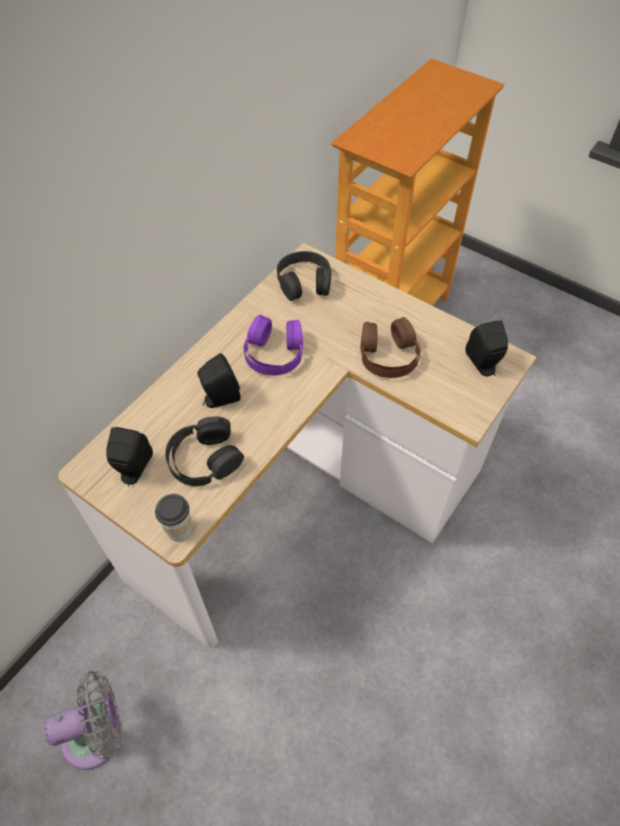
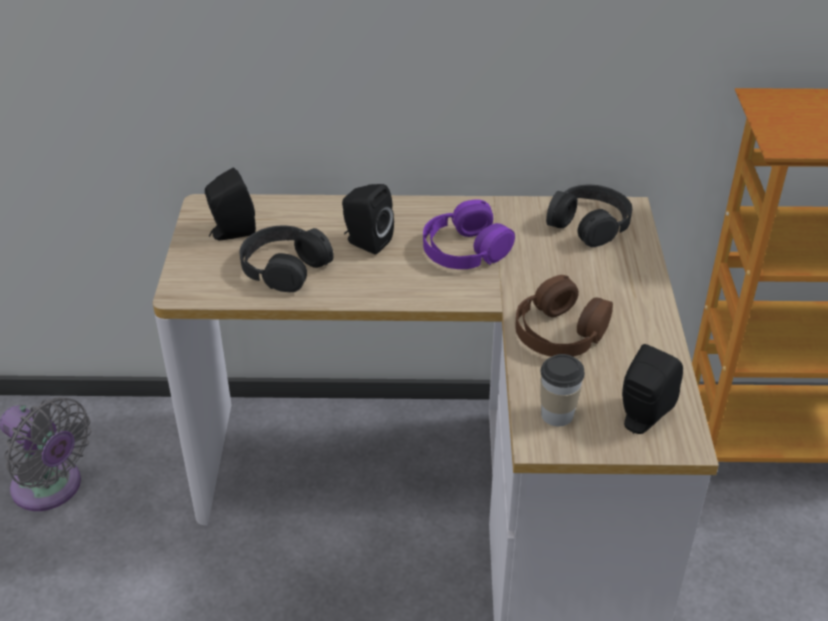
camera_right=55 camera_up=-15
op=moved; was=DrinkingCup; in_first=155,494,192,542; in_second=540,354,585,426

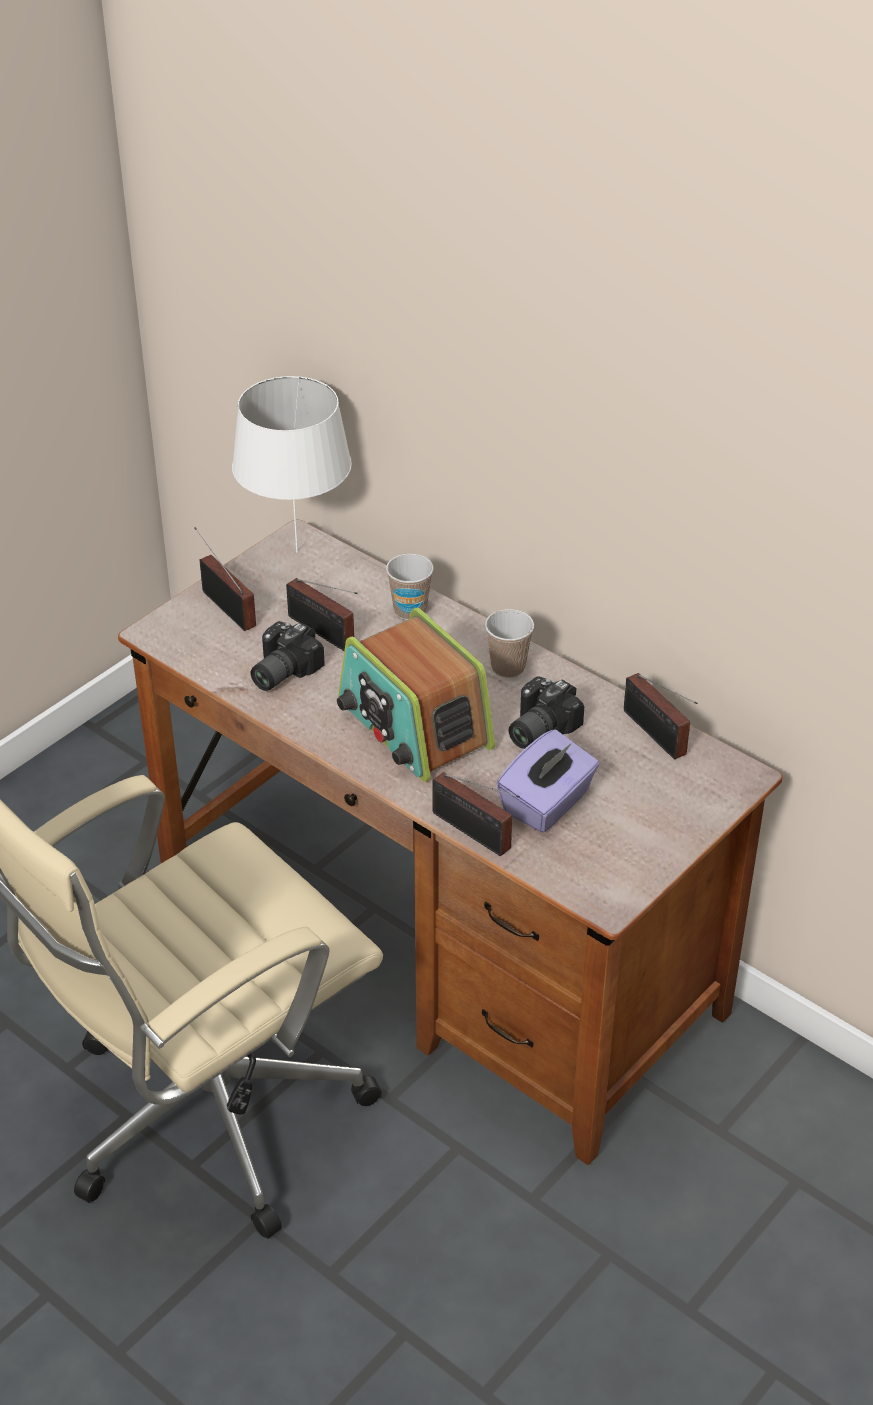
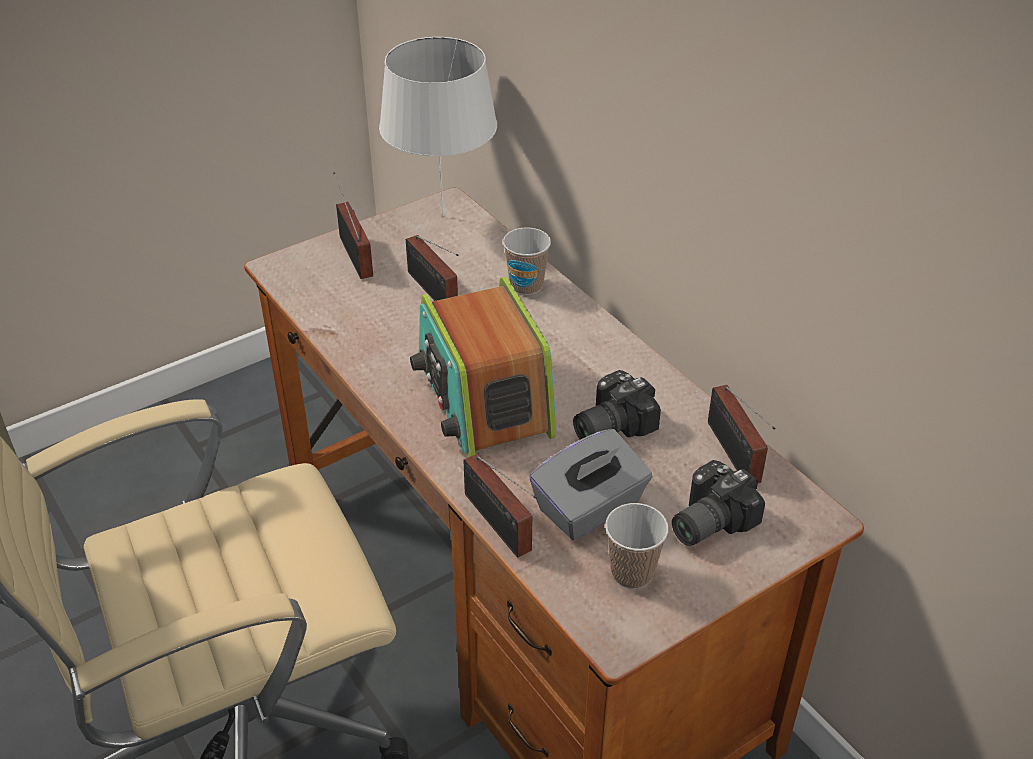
camera_right=15 camera_up=0
op=moved; was=DrinkingCup; in_first=485,609,534,678; in_second=605,503,669,589
op=moved; was=StillCamera; in_first=251,621,325,691; in_second=672,460,765,546
op=recoloured; was=PurpleColouredTissueHolder; now=GreyTissueHolder; in_first=497,729,599,833; in_second=529,429,652,540

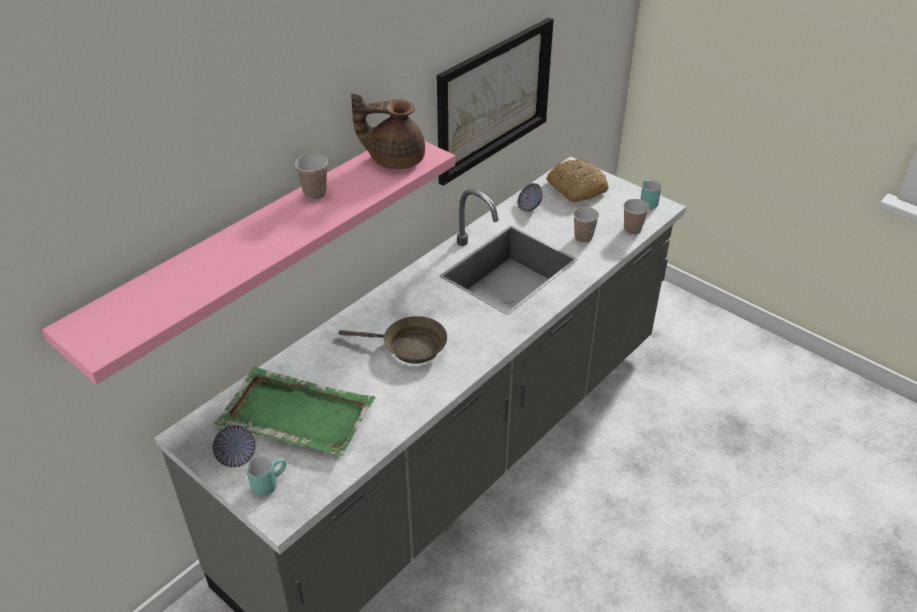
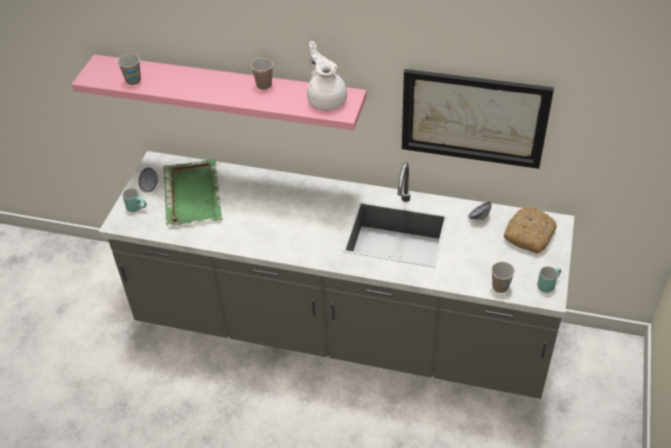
camera_right=65 camera_up=5
op=recoloured; was=BrownTeaPot; now=WhiteTeaPot; in_first=351,93,425,170; in_second=307,41,347,111
op=moved; was=DrinkingCup; in_first=573,207,599,243; in_second=118,54,141,85
op=removed; was=BrownPan; in_first=339,316,447,364

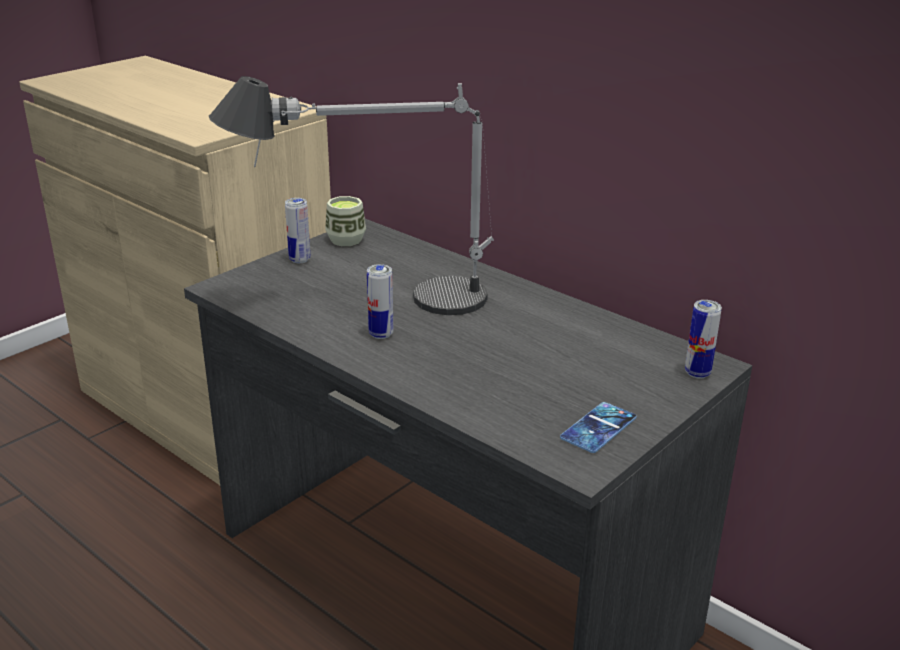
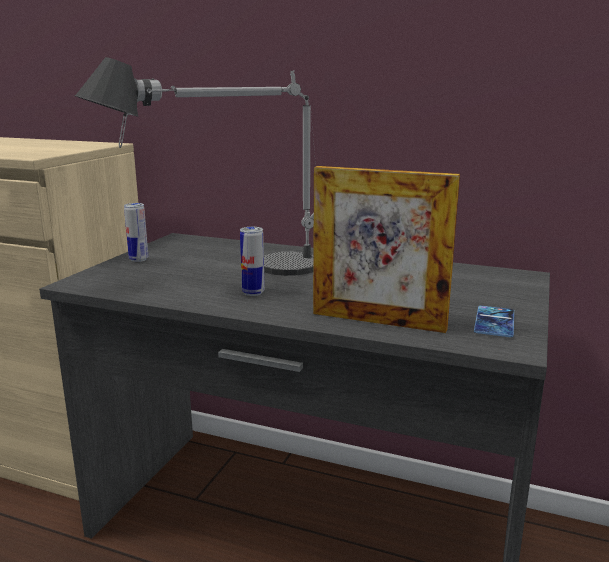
camera_right=-20 camera_up=-10
op=removed; was=DrinkingCup; in_first=325,196,366,246
op=removed; was=SealedCan; in_first=685,300,722,379
op=added; now=PictureFrame; in_second=313,166,460,333

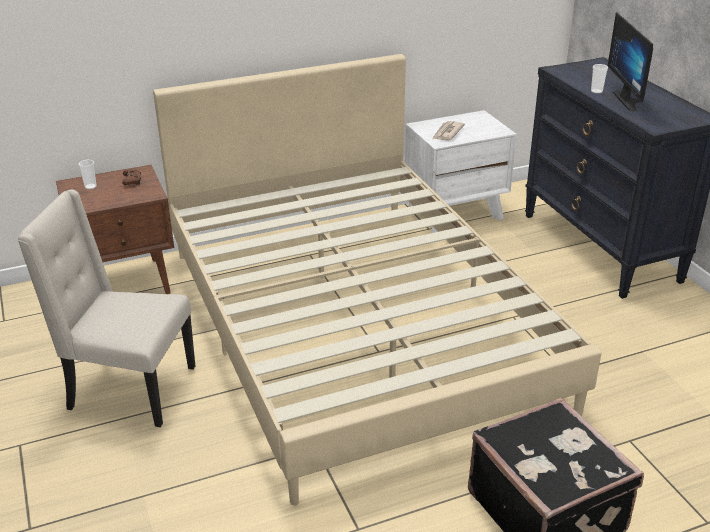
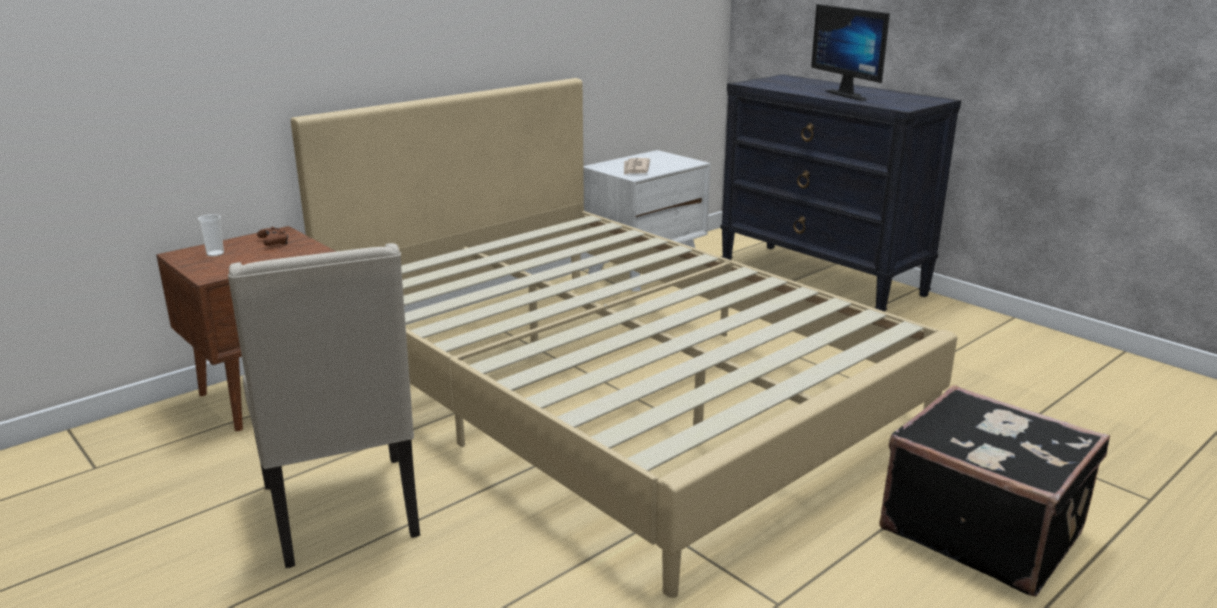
camera_right=-20 camera_up=-10
op=removed; was=DrinkingCup; in_first=591,64,608,94
op=turned; was=SandColouredPlainChair; in_first=17,190,195,427; in_second=228,243,420,568; clockwise=-105

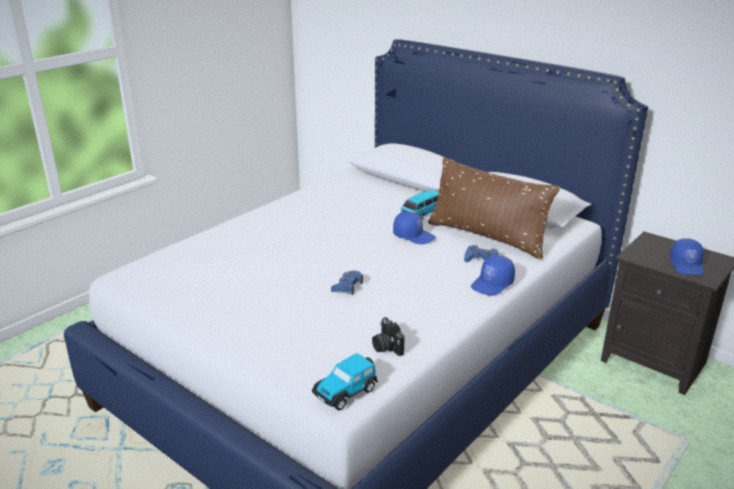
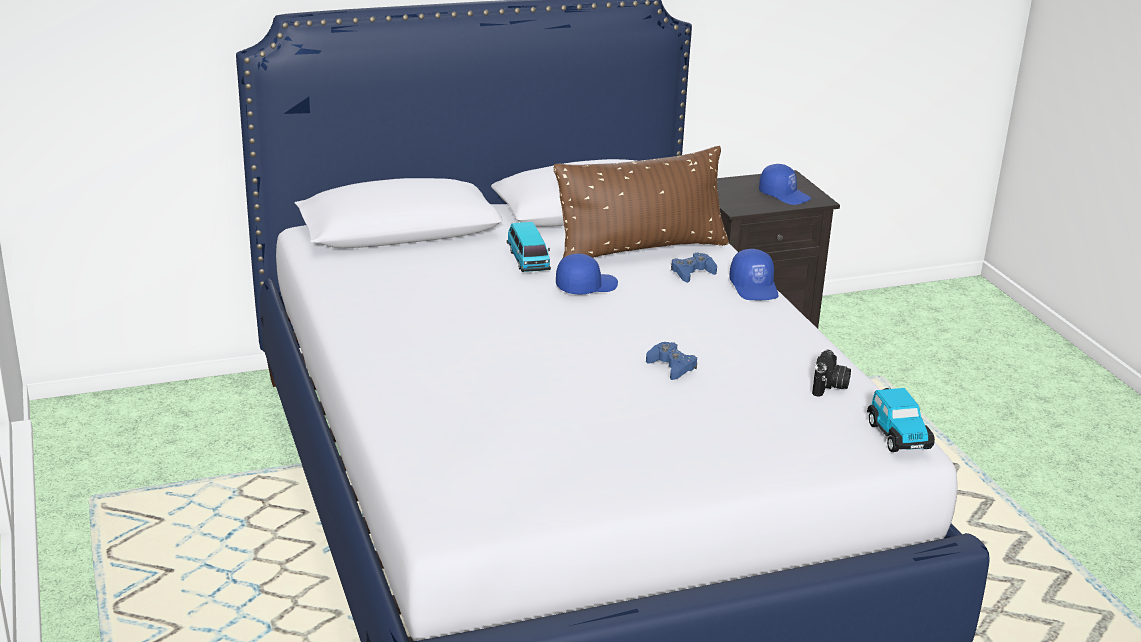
camera_right=-60 camera_up=0
op=turned; was=StillCamera; in_first=372,317,405,356; in_second=812,350,851,397; clockwise=-75

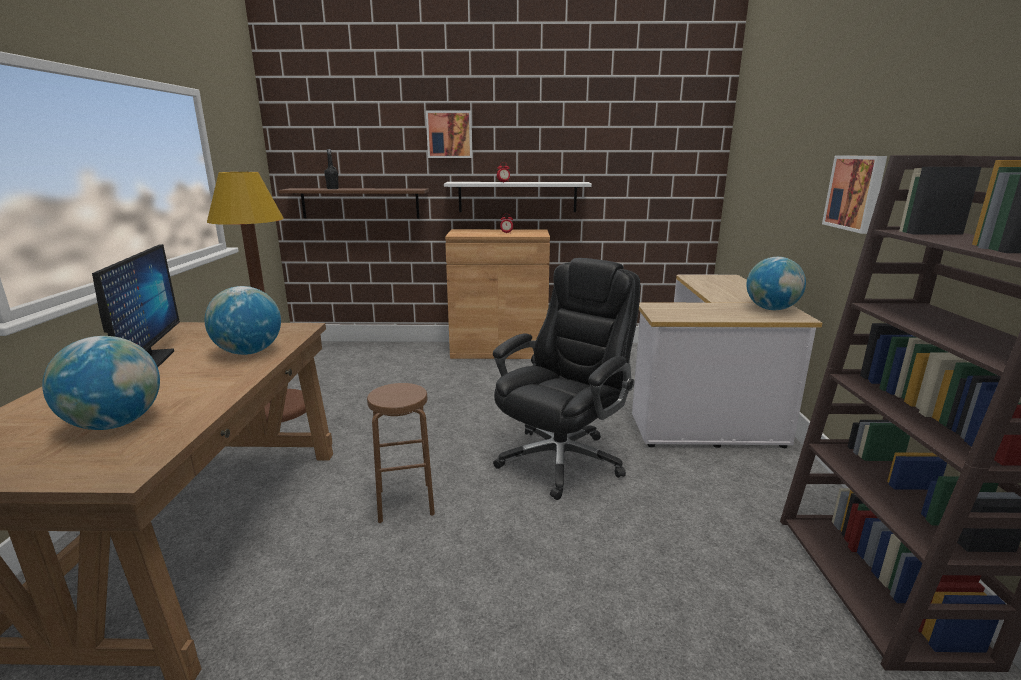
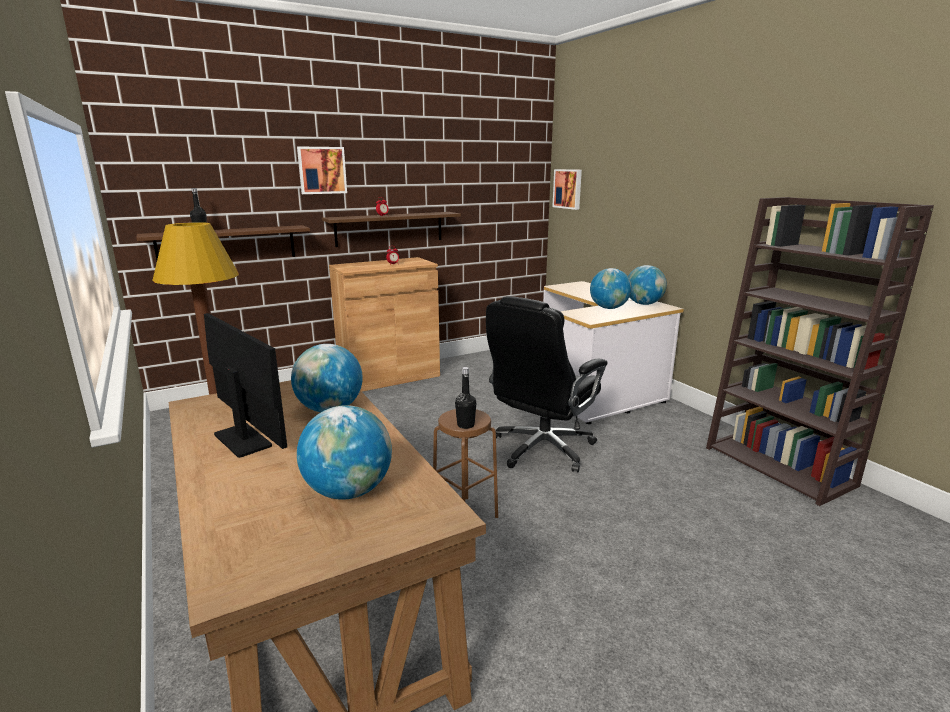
camera_right=-30 camera_up=0
op=moved; was=WallArt; in_first=822,155,887,234; in_second=553,169,582,210
op=recoloured; was=WhiteWallShelf; now=BrownWallShelf; in_first=444,182,592,212; in_second=322,212,461,247
op=turned; was=BlackColouredComputerChair; in_first=493,258,640,500; in_second=486,296,608,472; clockwise=-150
op=added; now=Globe; in_second=590,268,632,309
op=added; now=BlackColouredDrinkBottle; in_second=455,367,476,429

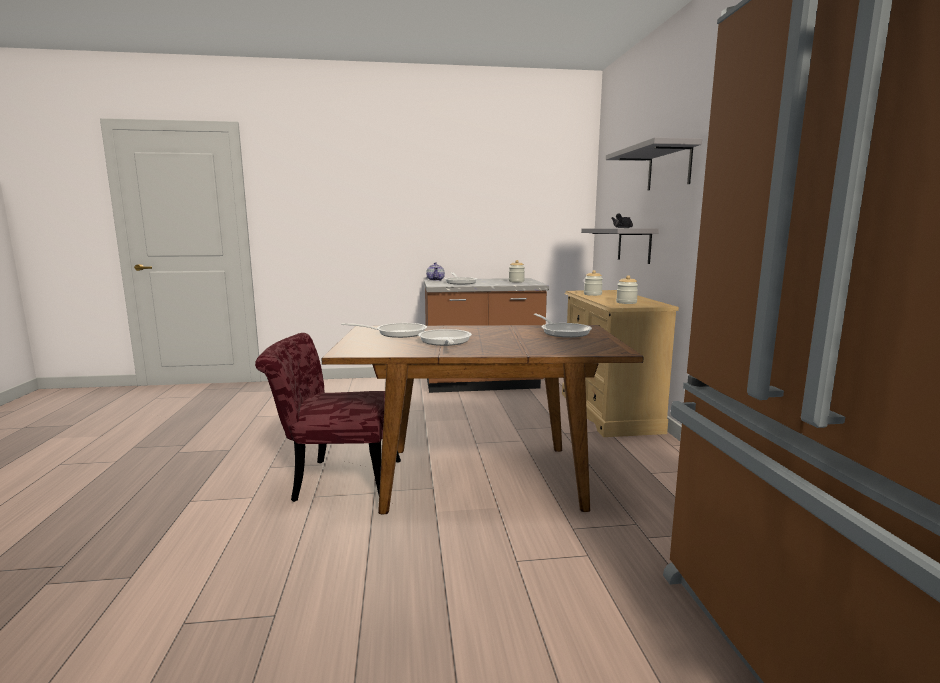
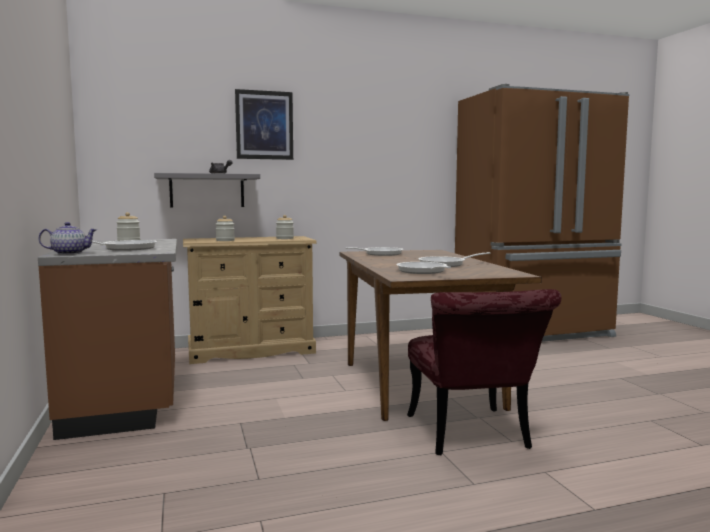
camera_right=-100 camera_up=-5
op=replaced; was=GreyWallShelf; now=WallArt; in_first=606,137,702,191; in_second=235,89,293,160

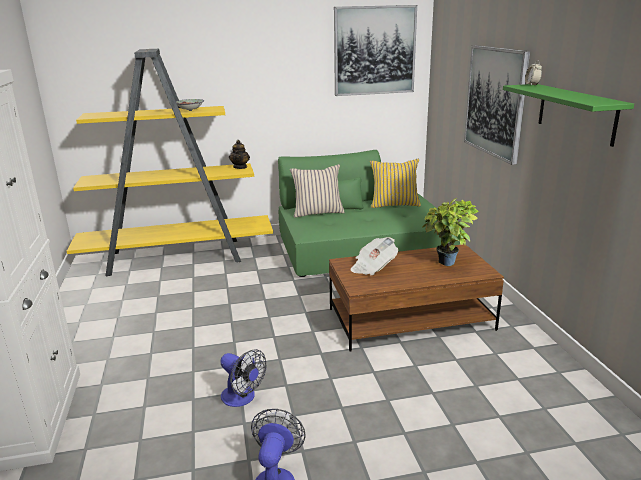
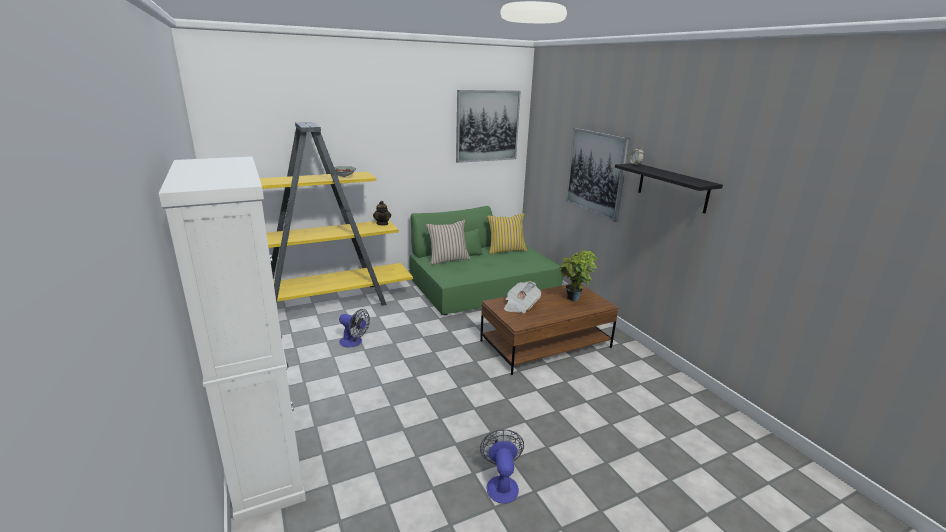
camera_right=-15 camera_up=0
op=recoloured; was=GreenishWallShelf; now=BlackColouredWallShelf; in_first=503,84,634,147; in_second=615,163,723,214
op=moved; was=CoolingFan; in_first=220,349,266,407; in_second=339,309,370,348

